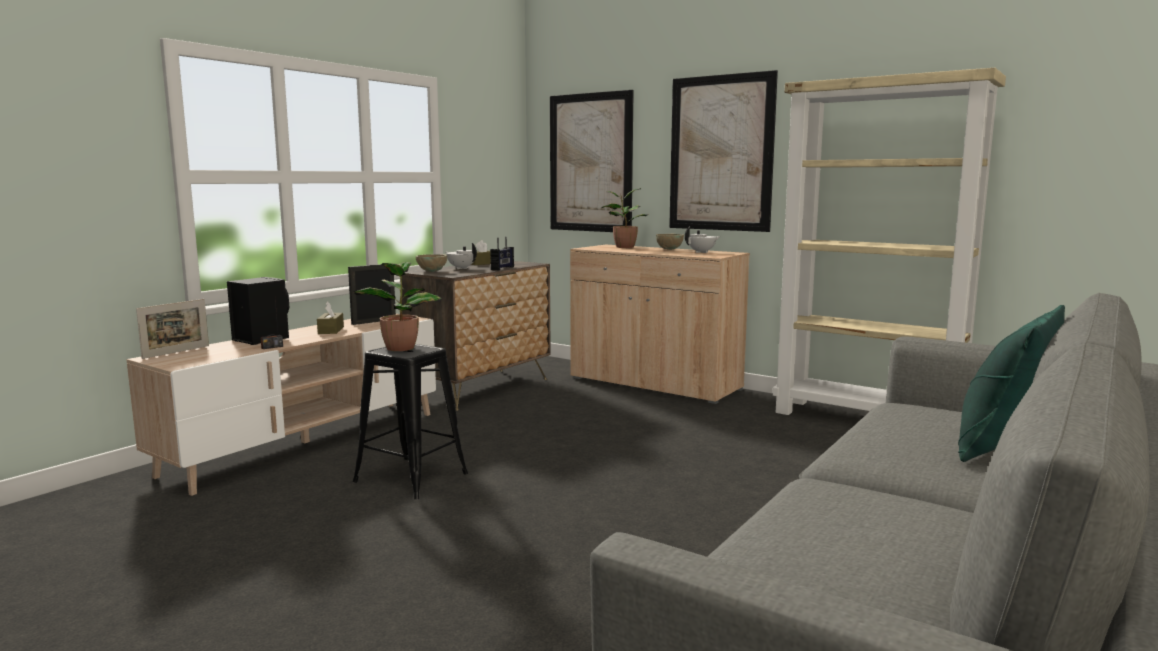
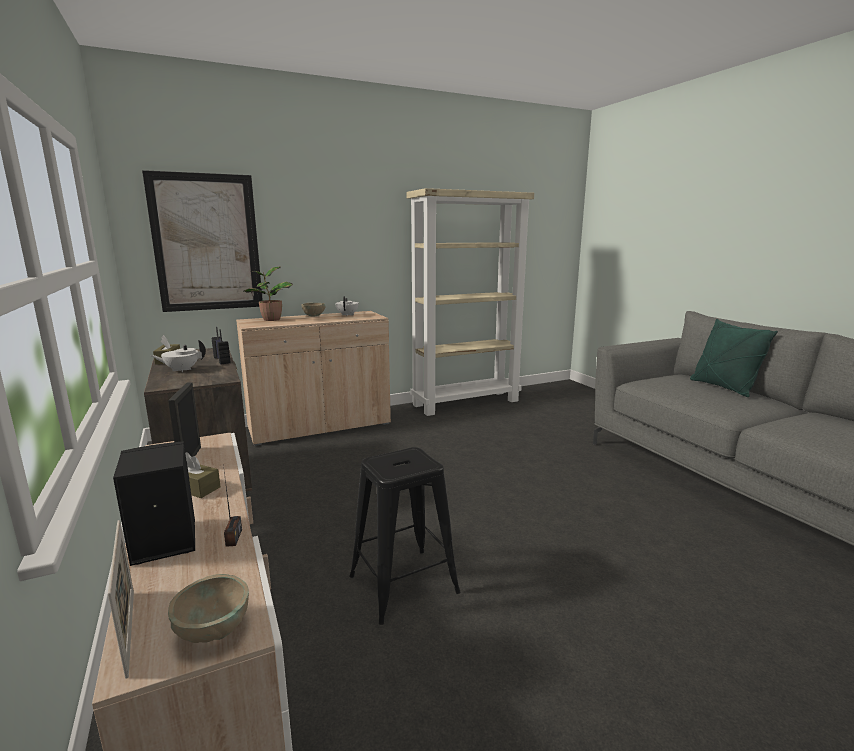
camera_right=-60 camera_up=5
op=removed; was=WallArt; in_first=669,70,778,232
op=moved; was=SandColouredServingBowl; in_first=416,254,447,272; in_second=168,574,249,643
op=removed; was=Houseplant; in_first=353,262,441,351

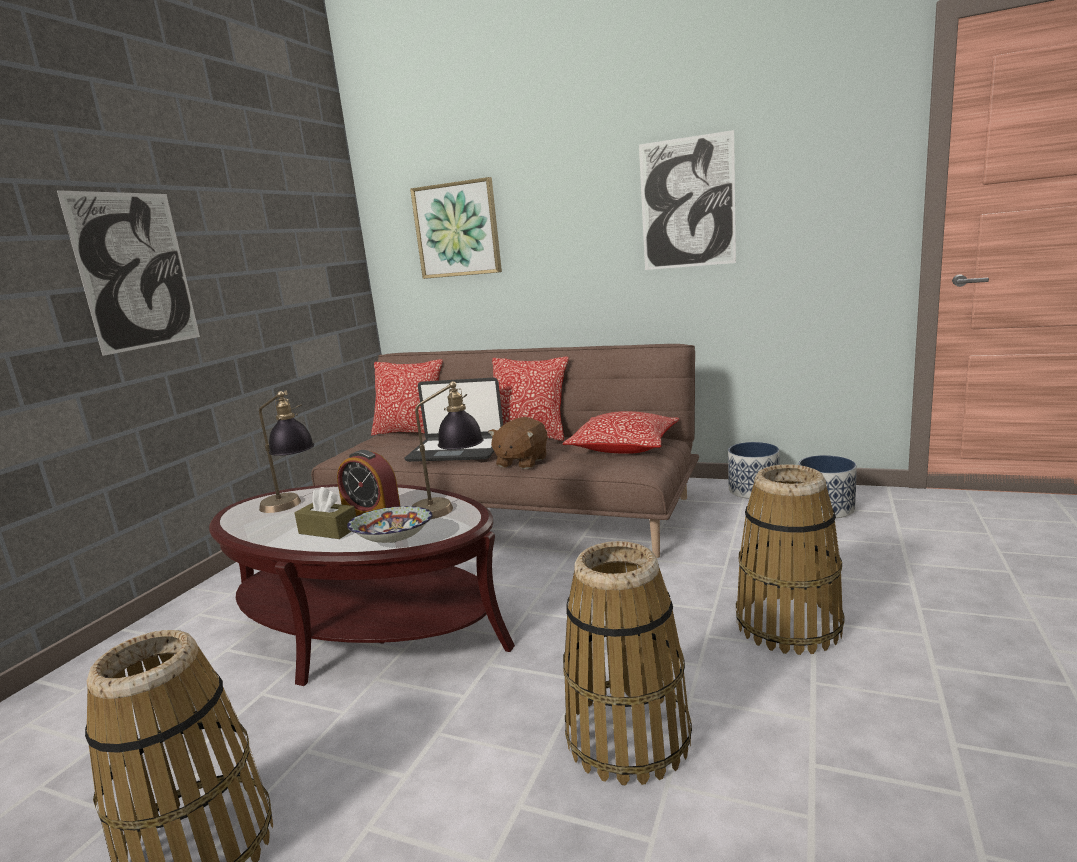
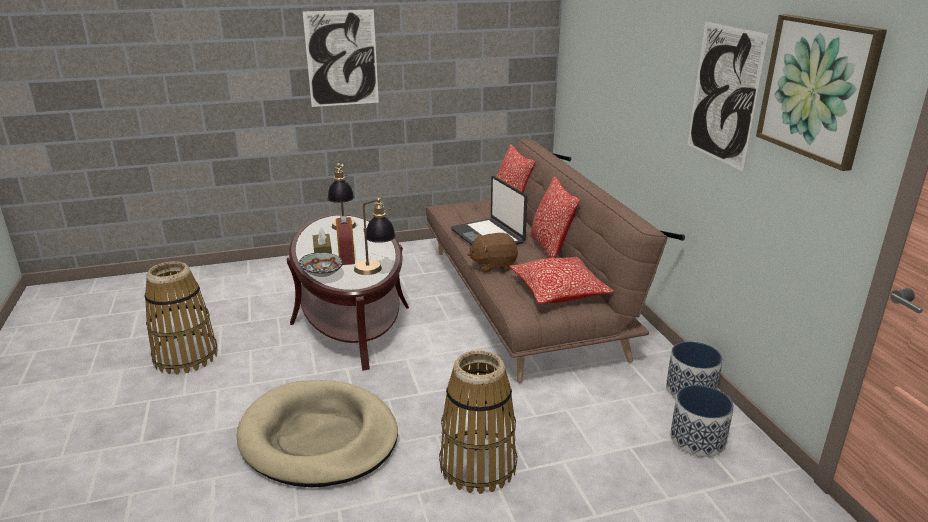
camera_right=50 camera_up=10
op=moved; was=WallArt; in_first=410,177,502,279; in_second=756,14,887,171
op=replaced; was=StorageBasket; now=SandColouredDogBed; in_first=563,541,692,785; in_second=237,380,398,487

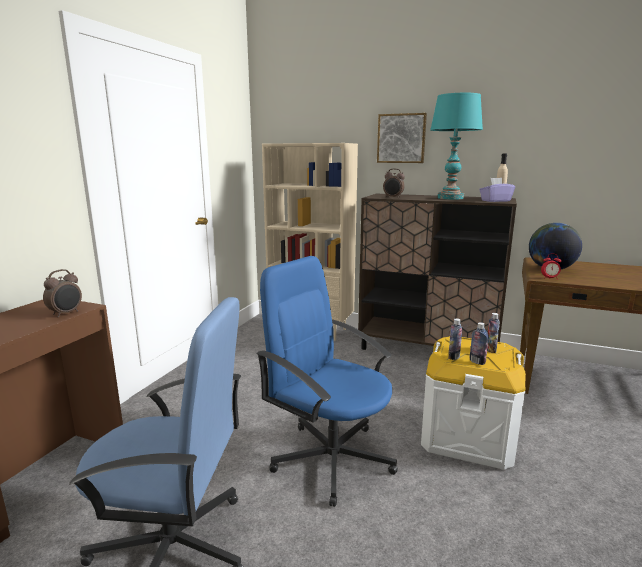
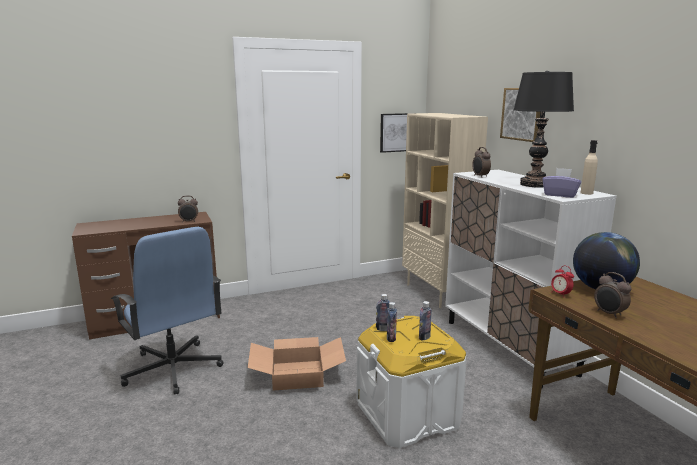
camera_right=45 camera_up=0
op=recoloured; was=BlueGreenLampForATable; now=BlackColouredLampForATable; in_first=430,93,483,199; in_second=514,71,574,188
op=recoloured; was=BrownStorageCabinet; now=WhiteStorageCabinet; in_first=358,194,517,350; in_second=445,170,617,388
op=replaced; was=BluishComputerChair; now=PackingBox; in_first=256,256,398,507; in_second=248,337,346,391
op=added; now=WallArt; in_second=380,113,411,153
op=added; now=AlarmClock; in_second=594,272,631,318

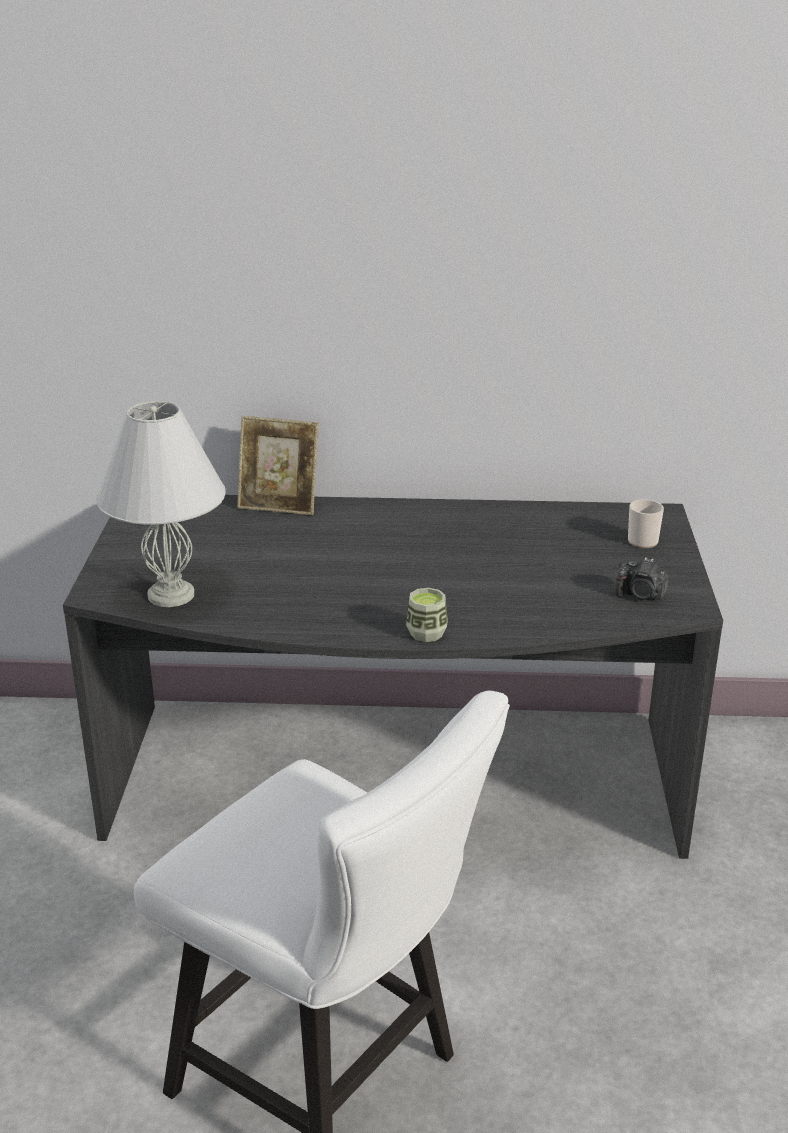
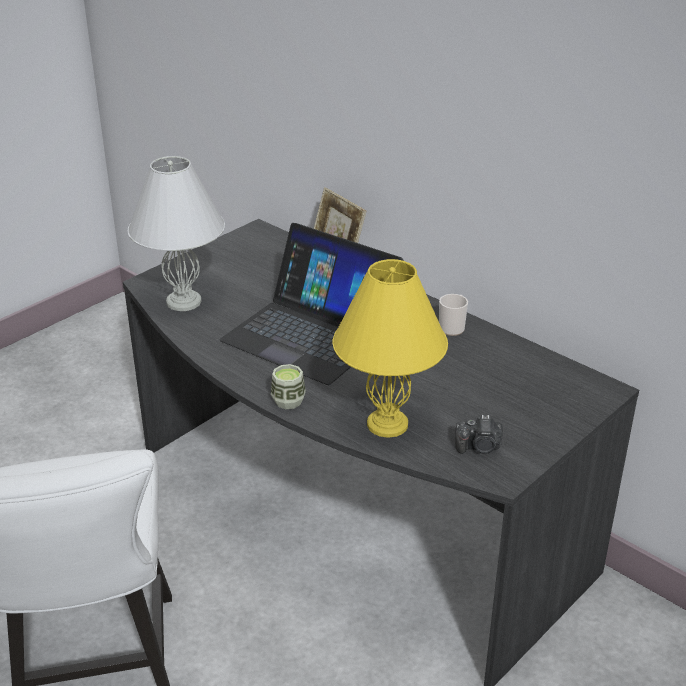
camera_right=40 camera_up=5
op=moved; was=TeaMug; in_first=628,499,664,548; in_second=439,294,468,336
op=turned; was=StillCamera; in_first=614,557,669,600; in_second=455,415,503,454; clockwise=-60
op=added; now=NotebookComputer; in_second=220,223,403,385
op=added; now=YellowLampForATable; in_second=333,259,448,438

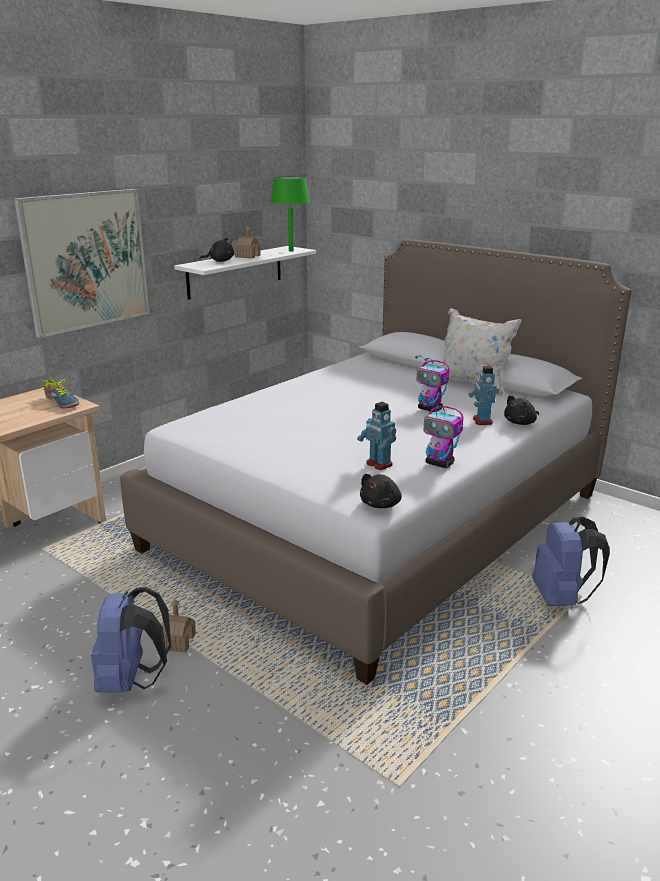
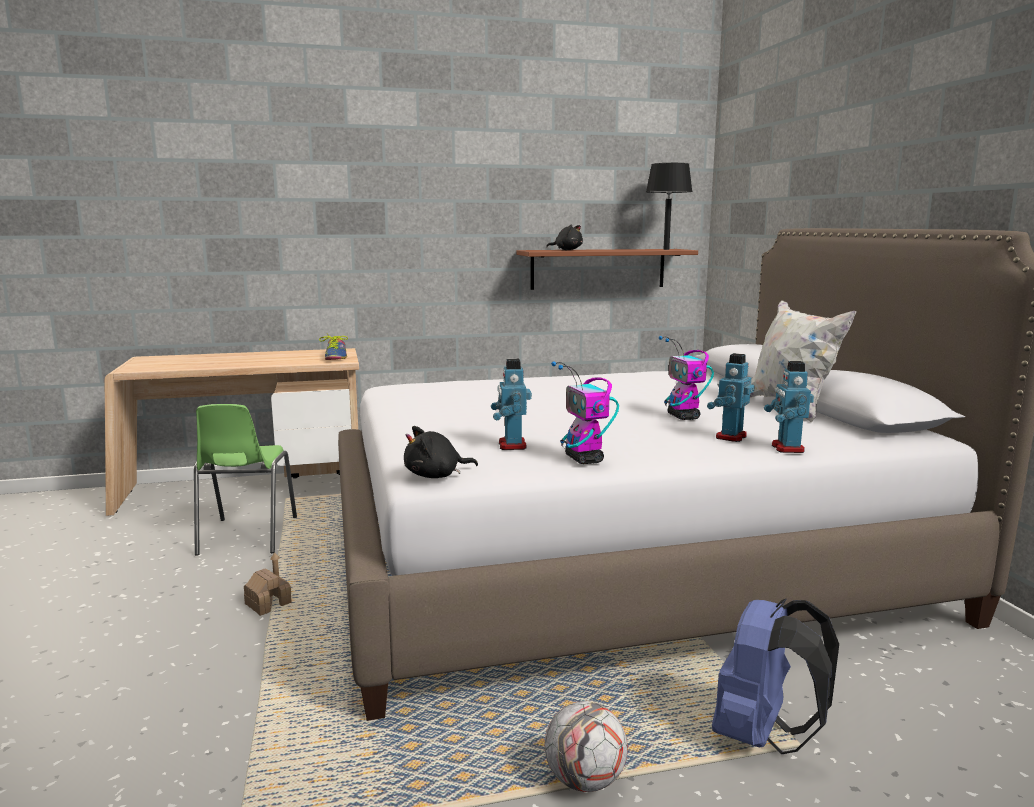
camera_right=35 camera_up=-10
op=recoloured; was=GreenishLampForATable; now=BlackColouredLampForATable; in_first=271,176,310,252; in_second=646,163,693,250
op=removed; was=WallArt; in_first=14,189,150,338
op=removed; was=MiniatureHouse; in_first=235,226,261,259
op=recoloured; was=WhiteWallShelf; now=BrownWallShelf; in_first=174,246,316,300; in_second=516,249,698,290
op=replaced; was=BlackColouredCuddlyToy; now=RobotFigure; in_first=504,395,539,425; in_second=764,361,814,453
op=removed; was=BluishBackpack; in_first=91,587,171,693
op=added; now=GreenishPlainChair; in_second=194,404,297,556
op=added; now=Football; in_second=545,701,628,792

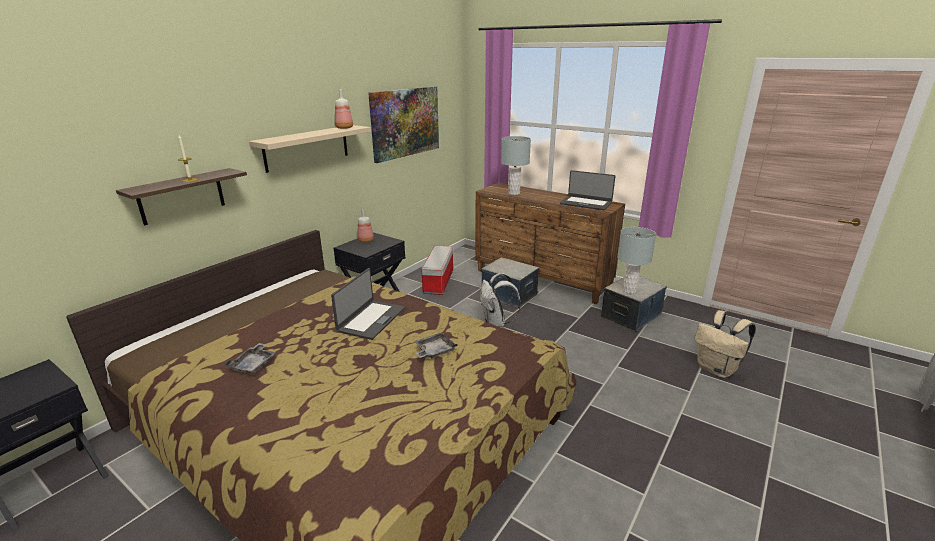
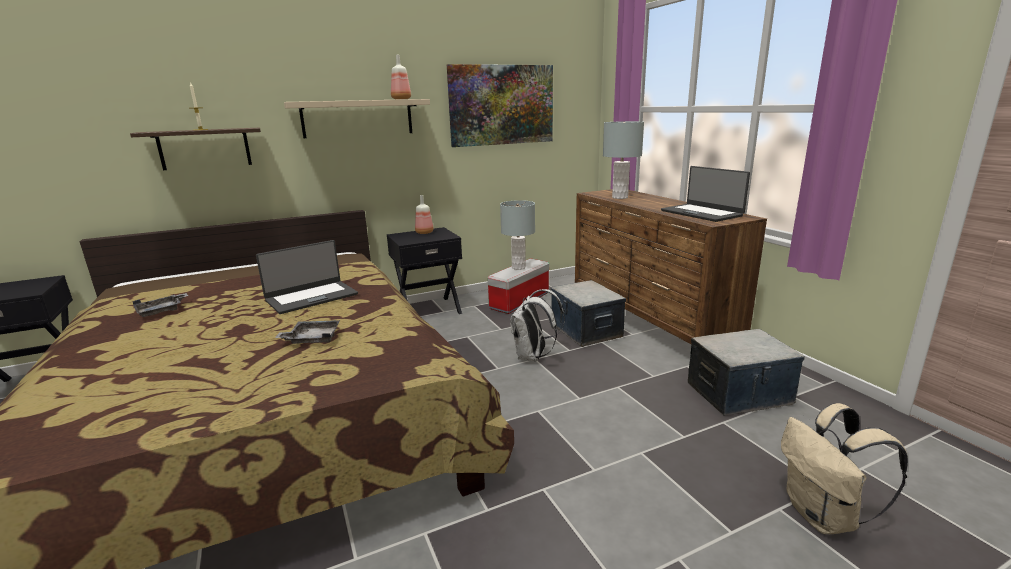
camera_right=30 camera_up=-5
op=moved; was=GreyLampForATable; in_first=617,227,656,294; in_second=500,200,535,270

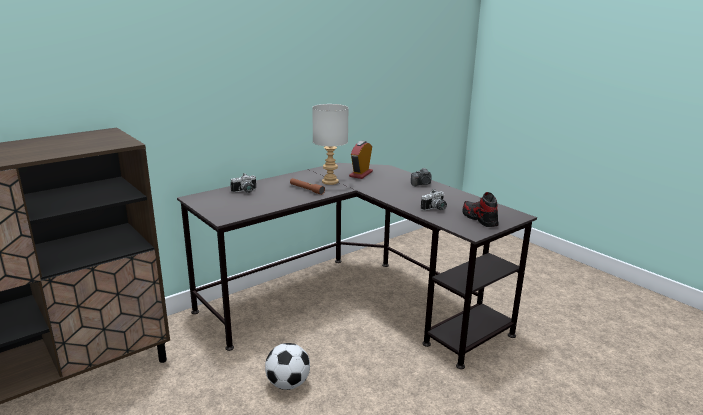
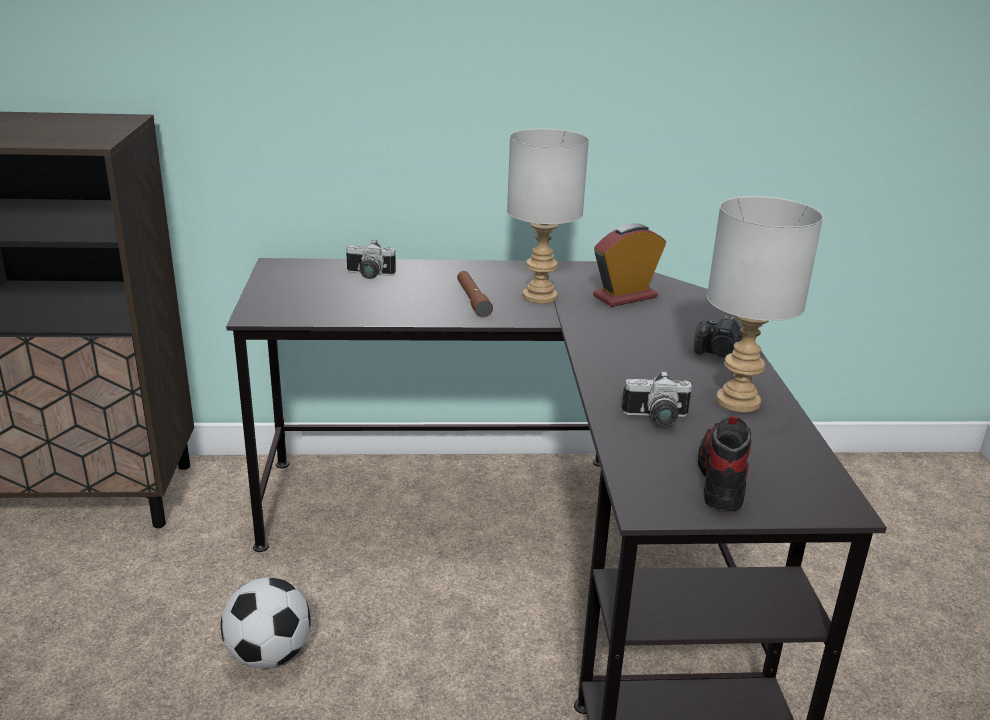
camera_right=35 camera_up=5
op=added; now=GreyLampForATable; in_second=707,196,823,412

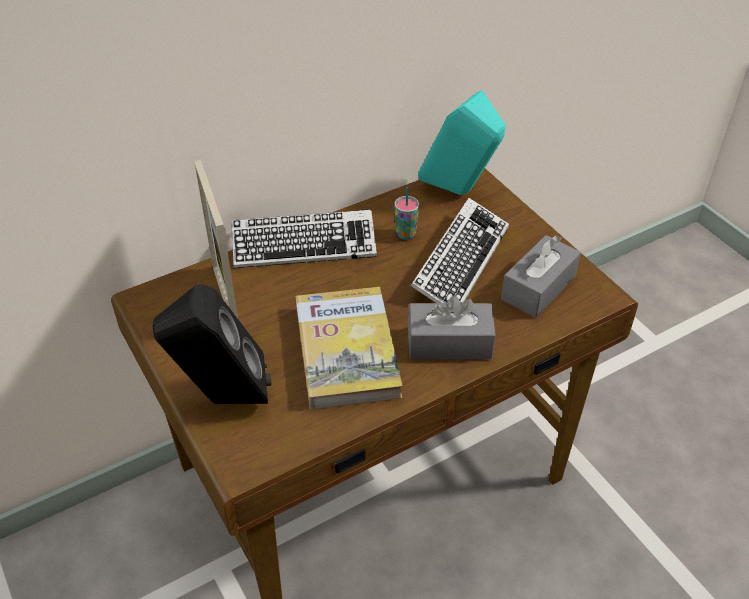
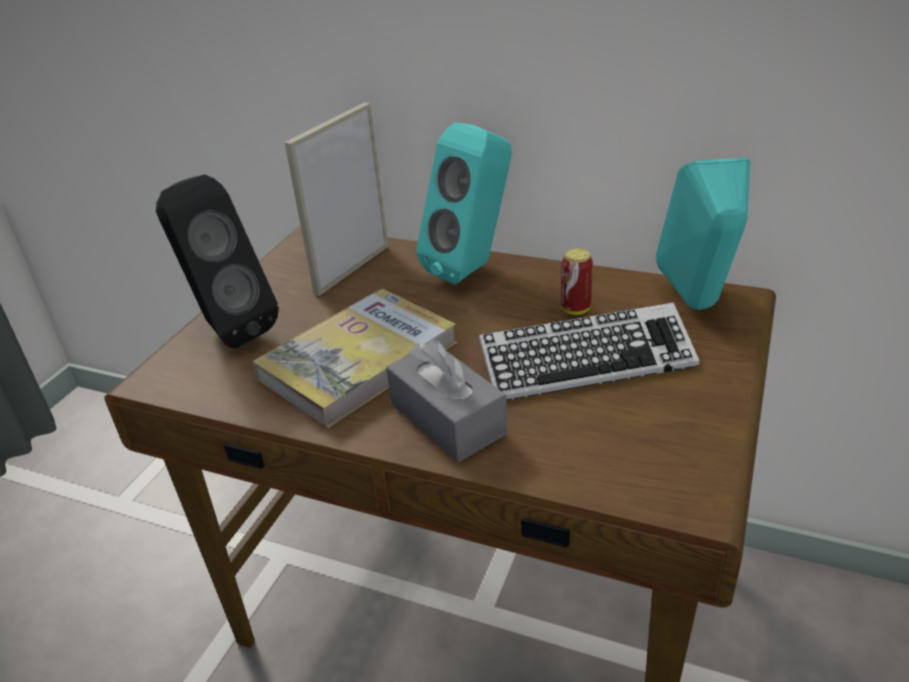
camera_right=55 camera_up=-10
op=replaced; was=DrinkingCup; now=SealedCan; in_first=394,187,419,240; in_second=561,248,593,315
op=replaced; was=ComputerKeyboard; now=BlueGreenLoudspeaker; in_first=231,210,377,269; in_second=416,123,512,285
op=removed; was=GreyTissueHolder; in_first=501,235,581,318

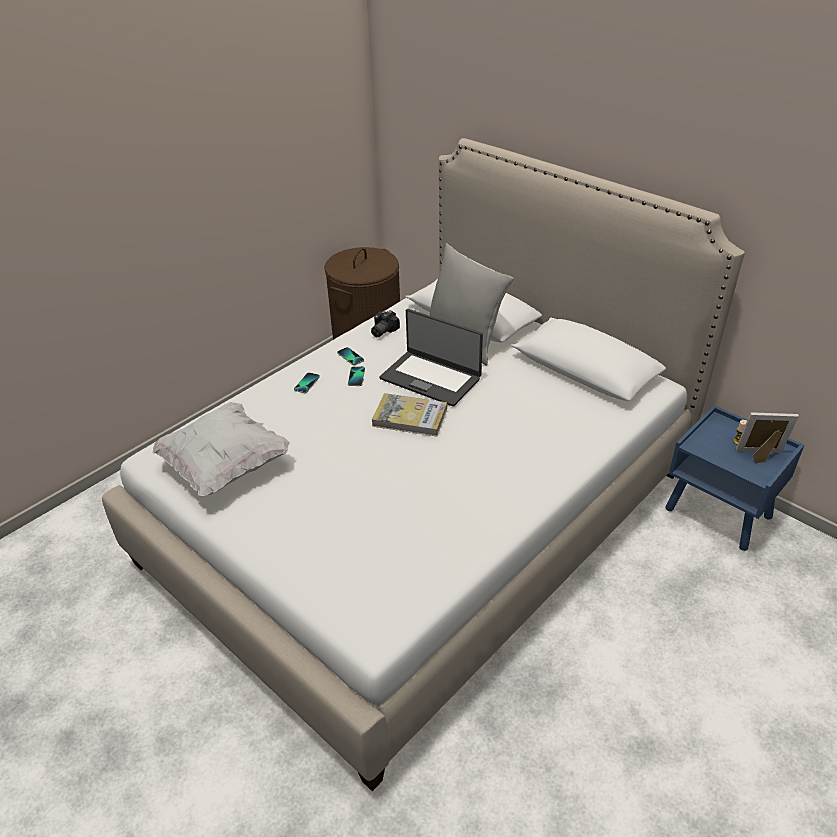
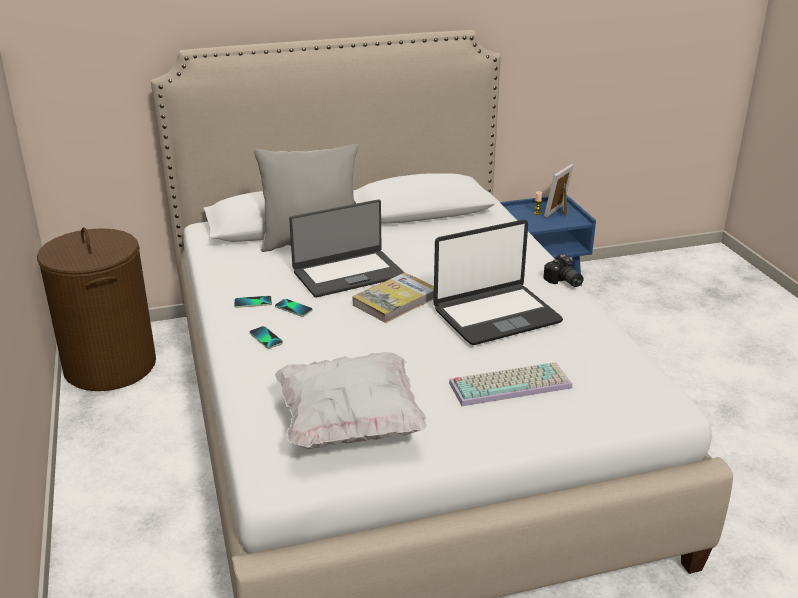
camera_right=-60 camera_up=-10
op=moved; was=StillCamera; in_first=371,310,400,337; in_second=543,254,584,287
op=added; now=NotebookComputer; in_second=434,220,563,345
op=added; now=ComputerKeyboard; in_second=449,362,573,406

